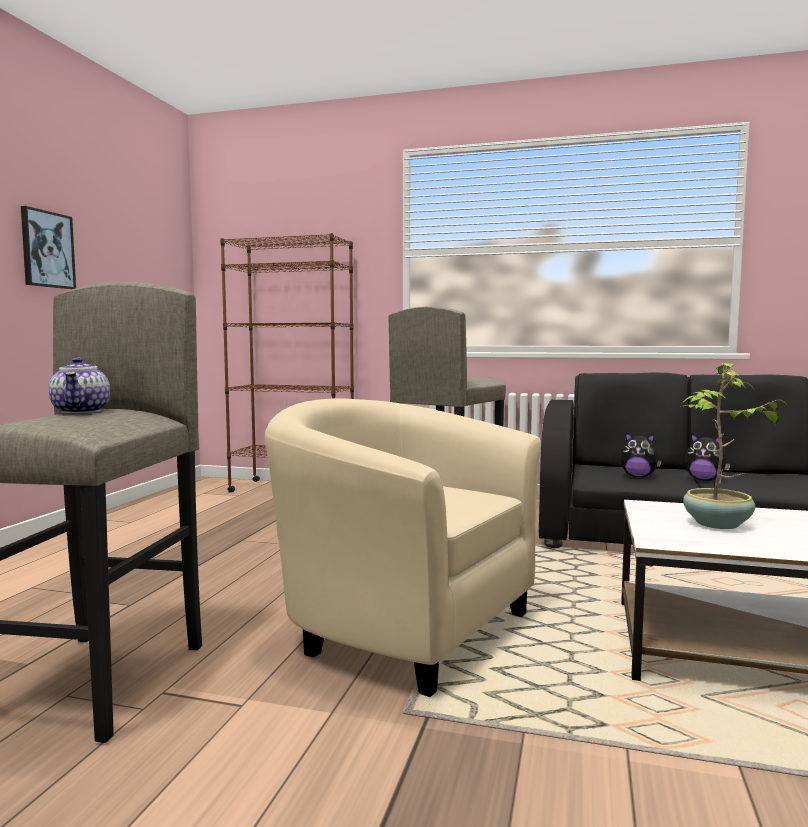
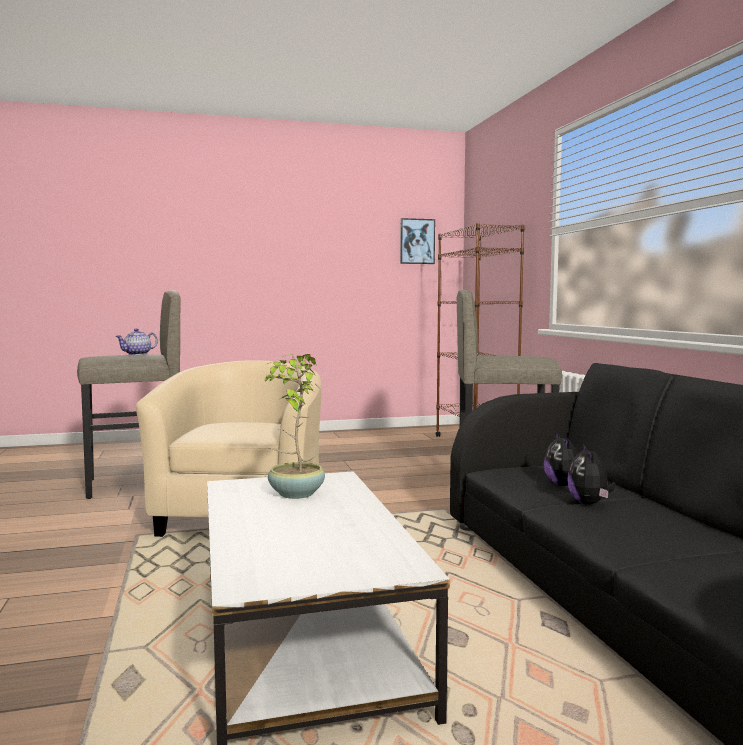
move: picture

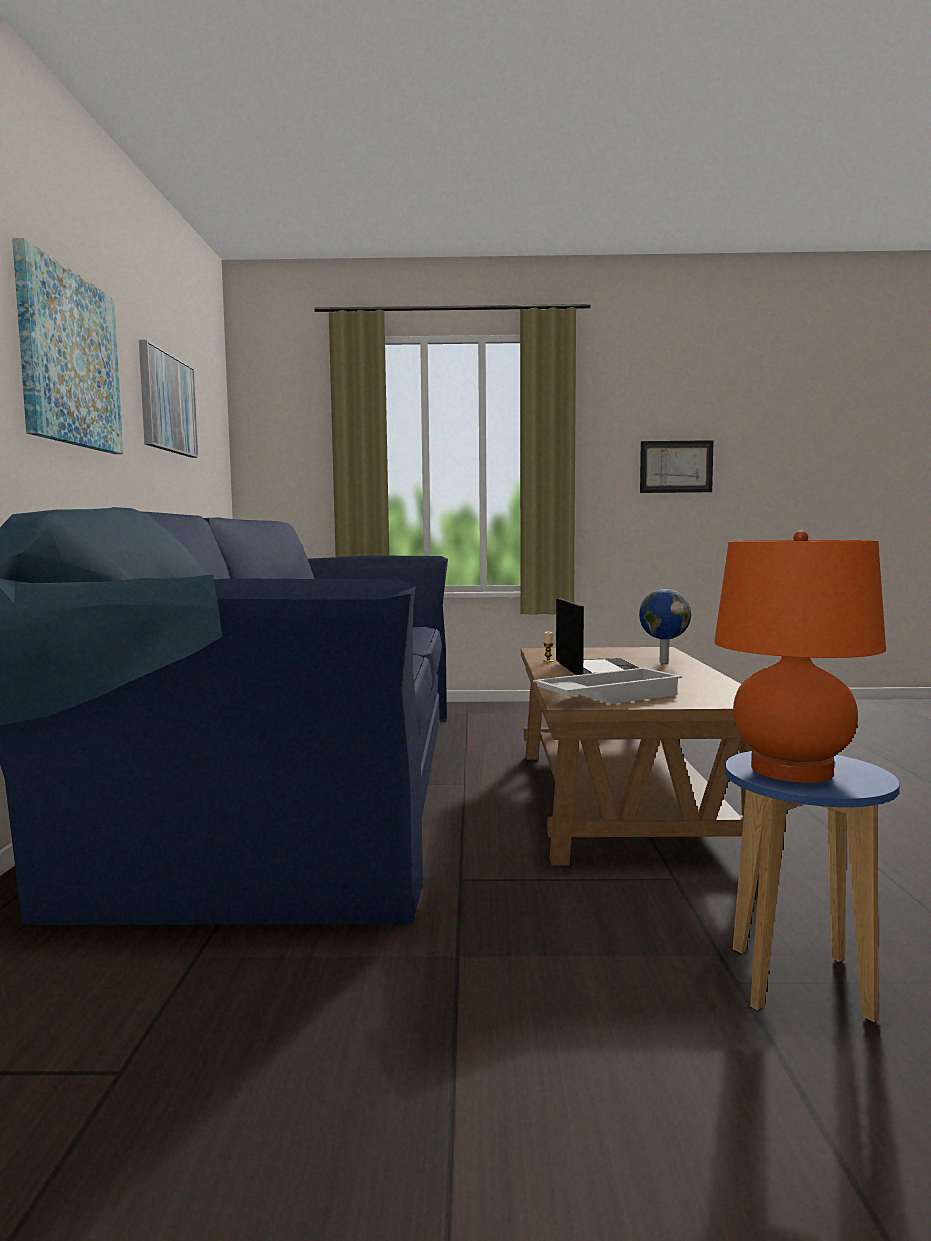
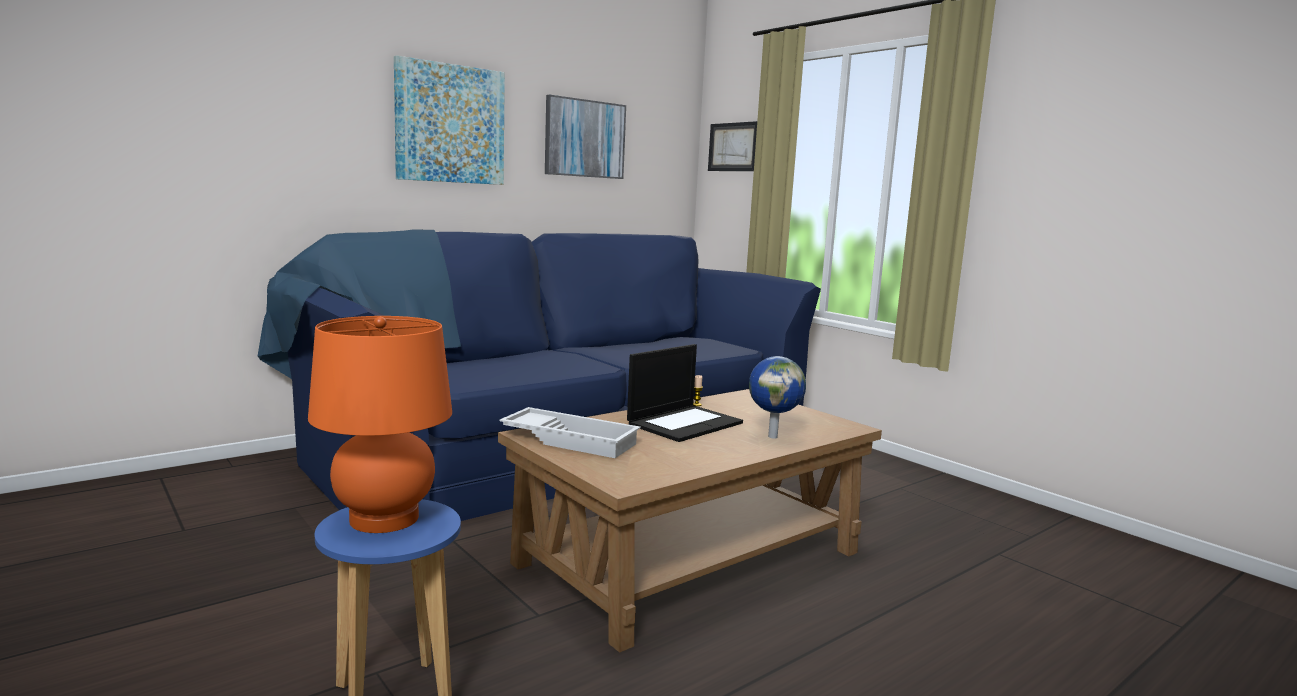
move: picture (3rd from left)

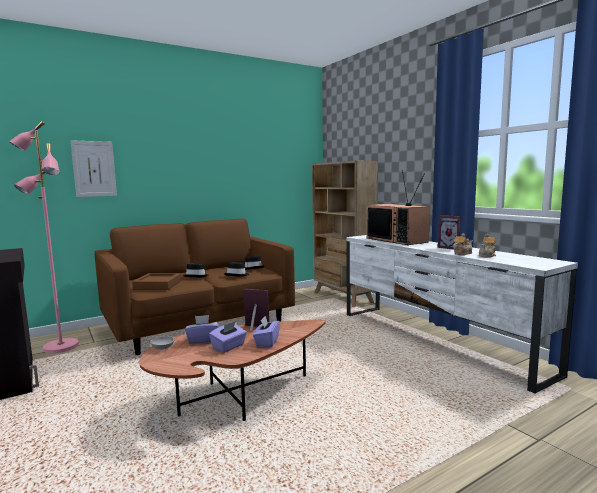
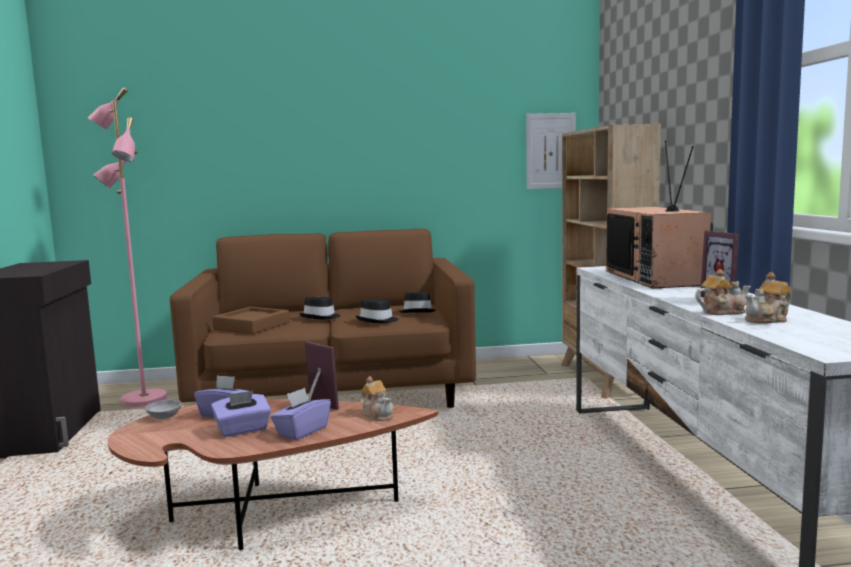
insert: pot for tea (1st from left)
move: picture

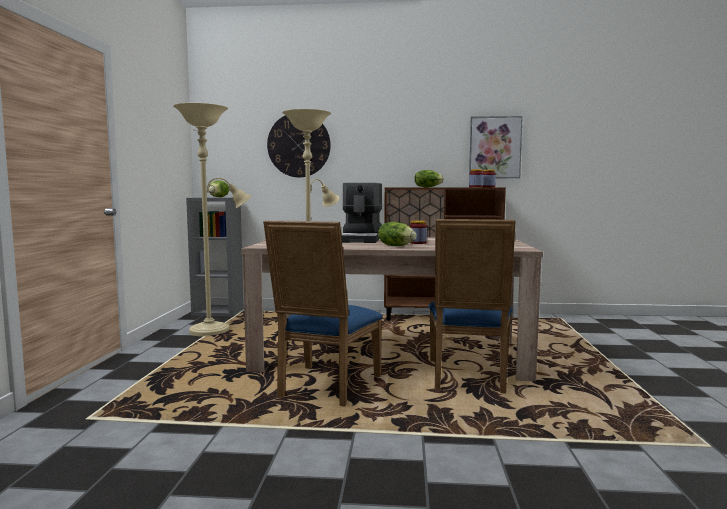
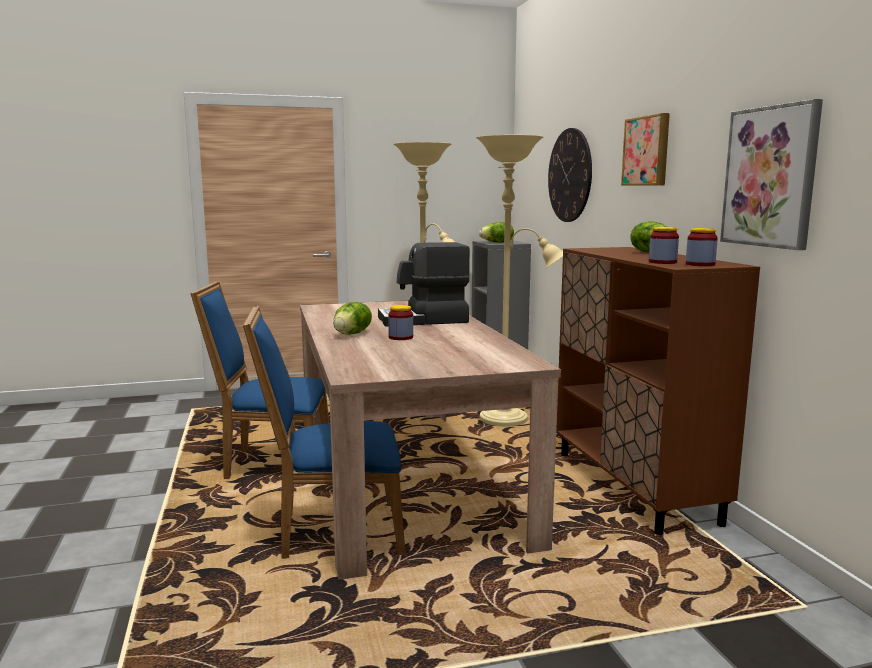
insert: picture (1st from left)

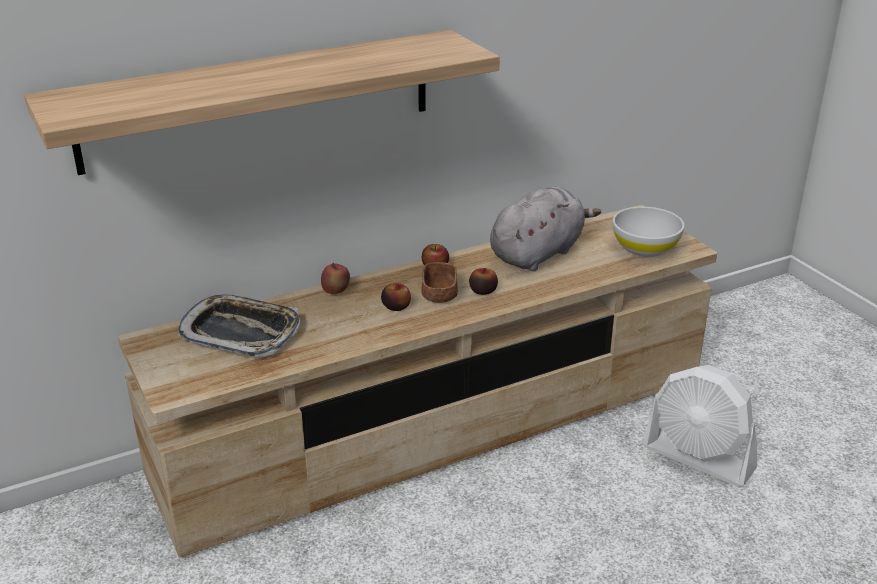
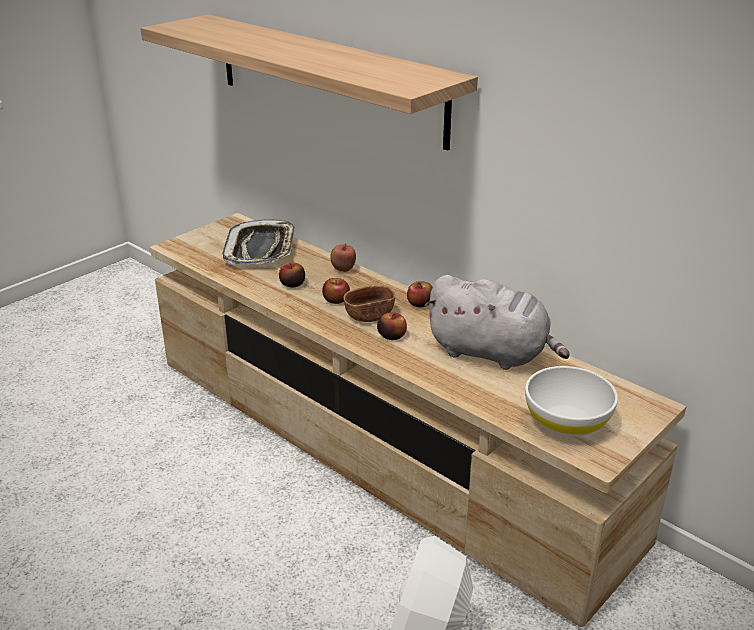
insert: apple (1st from left)

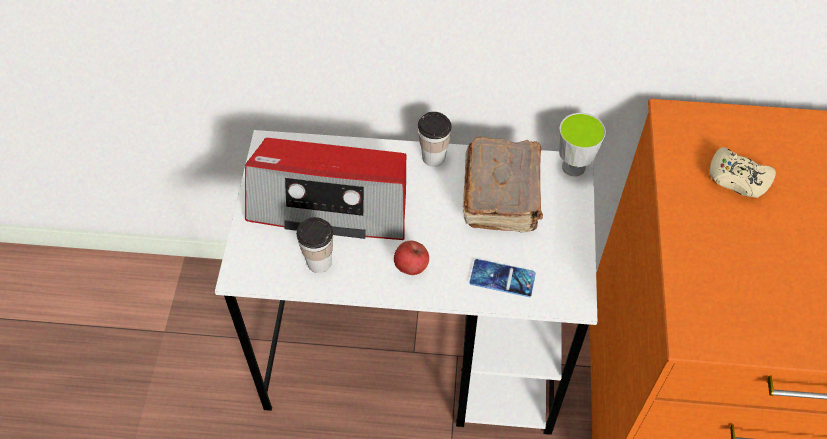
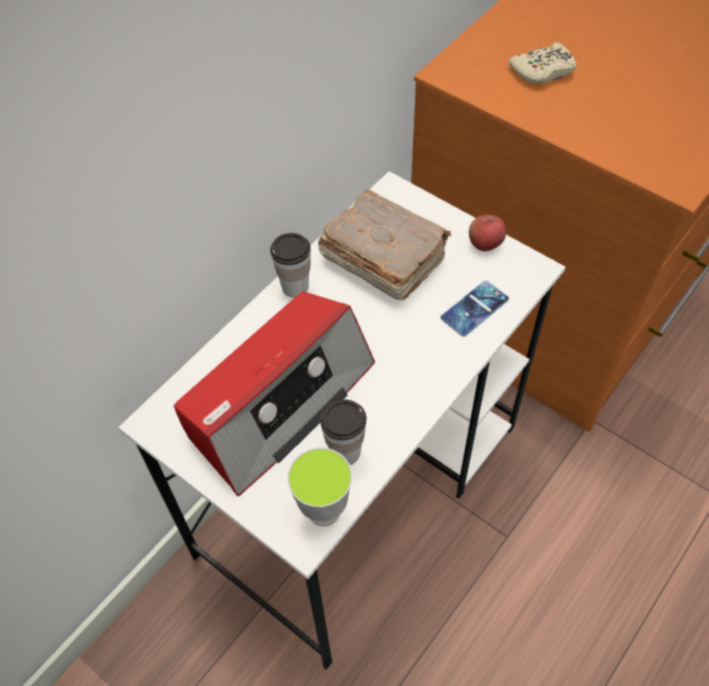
move: apple; cup (3rd from left in the first image) to cup (2nd from left)

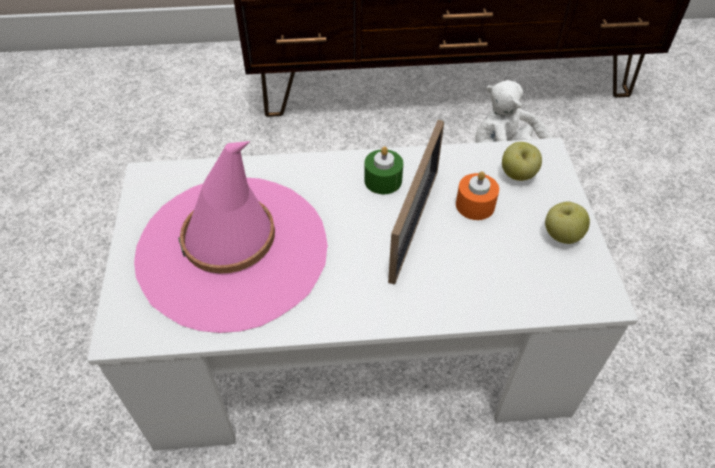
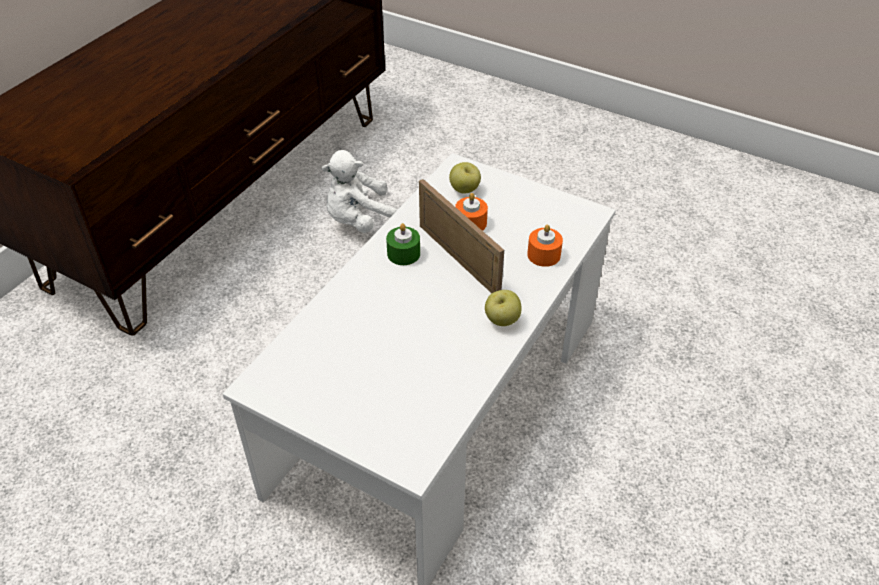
delete: wearable hat/pink-coloured
insert: wax candle/orangey (2nd from left)
move: apple (2nd from left)

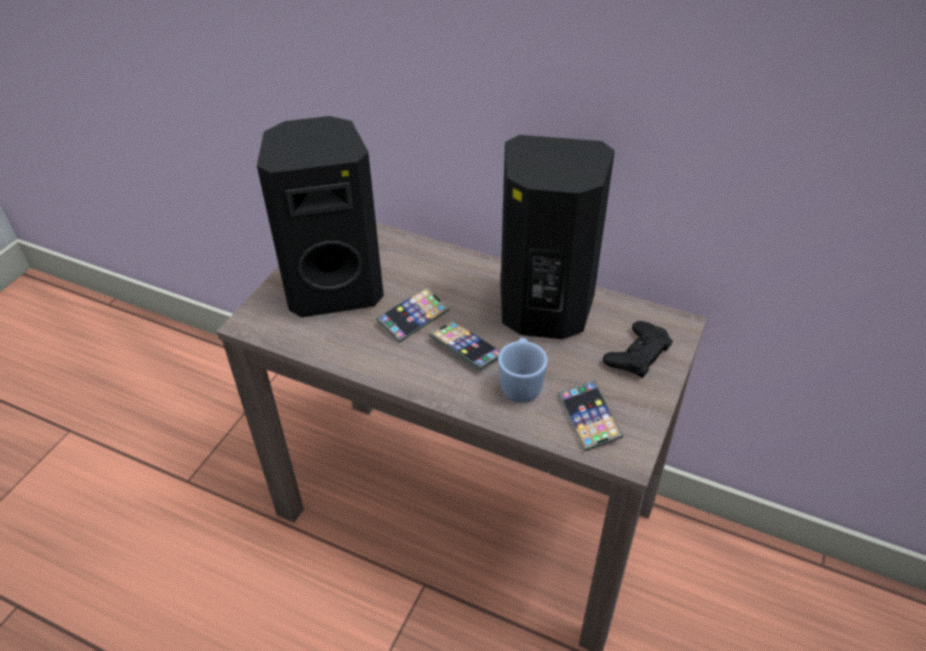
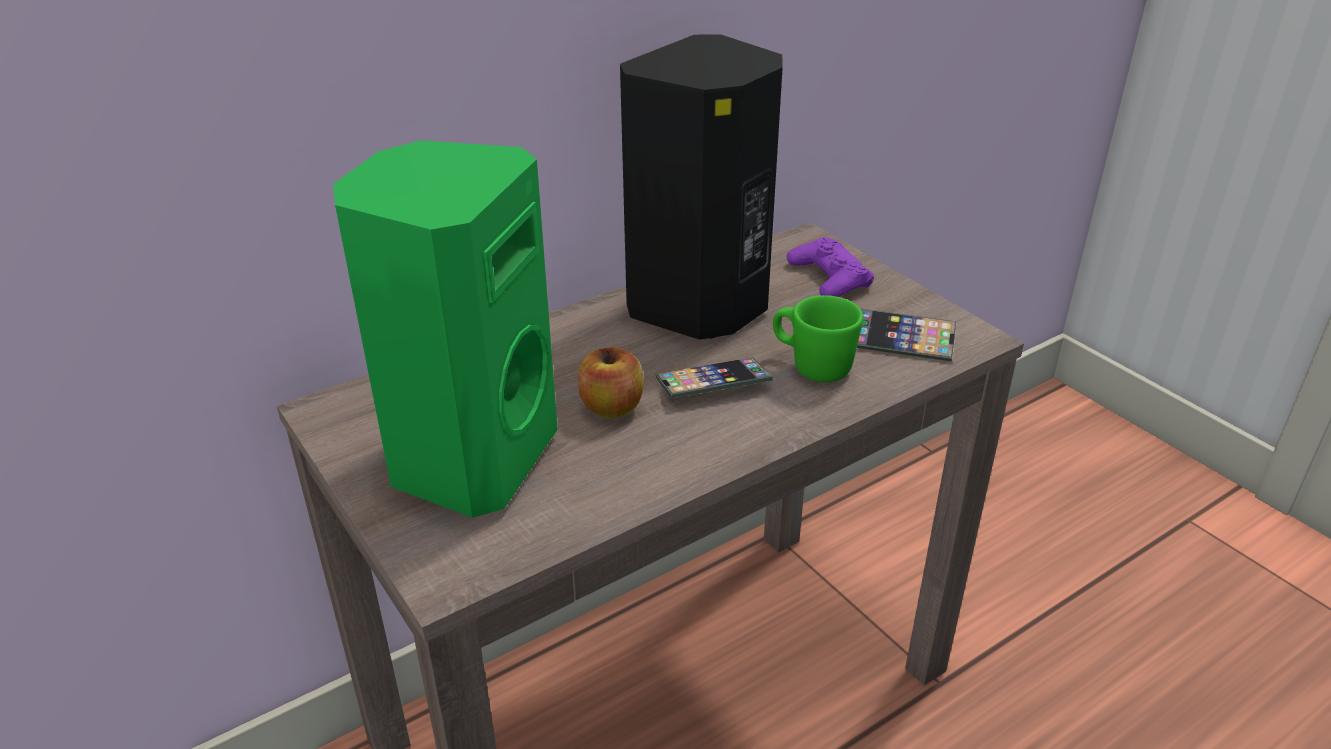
replace: phone (1st from left) to apple
recolor: audio speaker/blackish (1st from left) to audio speaker/green; mug/blue-coloured to mug/green; joypad/blackish to joypad/purplish

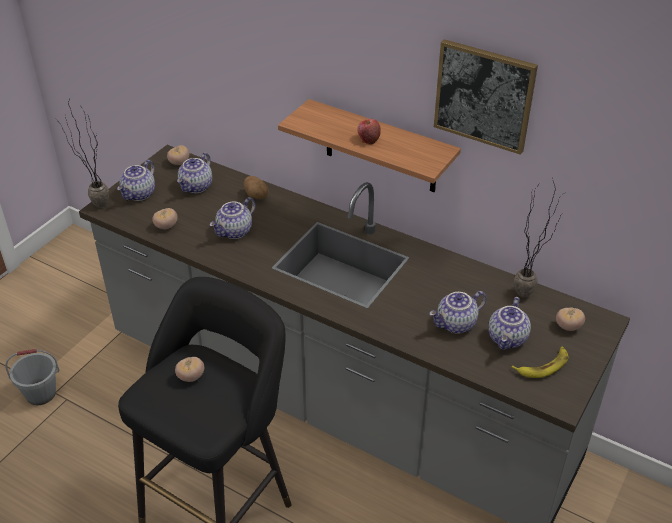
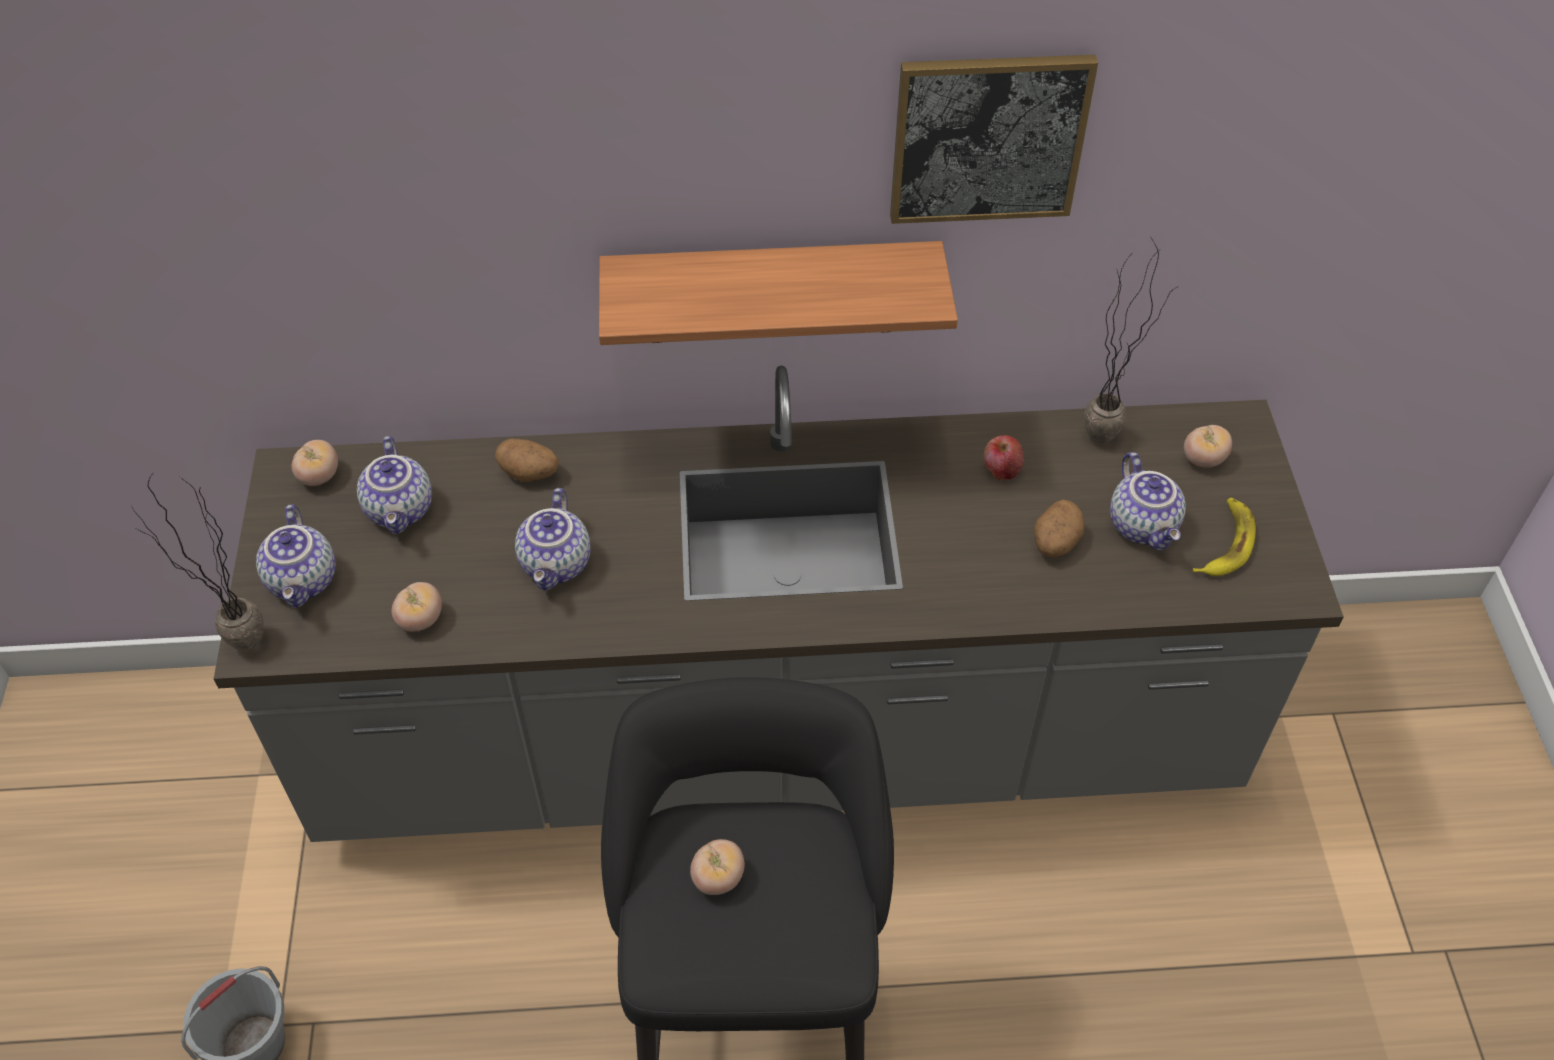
move: apple
replace: pot for tea (4th from left) to potato (2nd from left)

